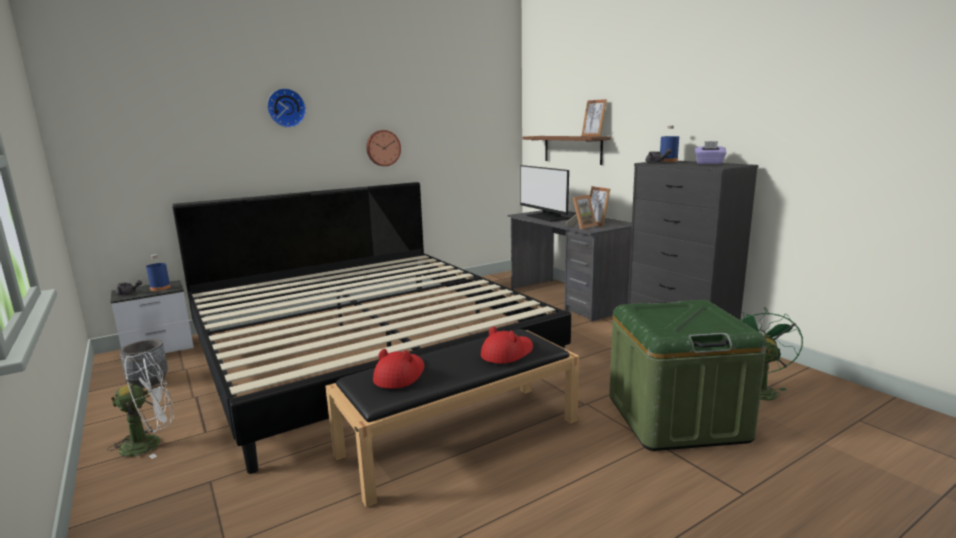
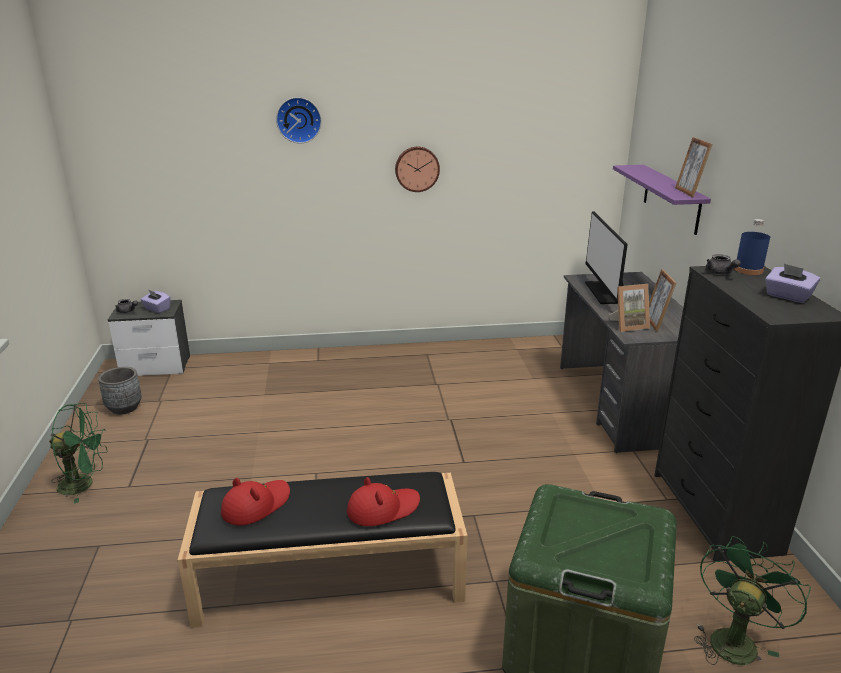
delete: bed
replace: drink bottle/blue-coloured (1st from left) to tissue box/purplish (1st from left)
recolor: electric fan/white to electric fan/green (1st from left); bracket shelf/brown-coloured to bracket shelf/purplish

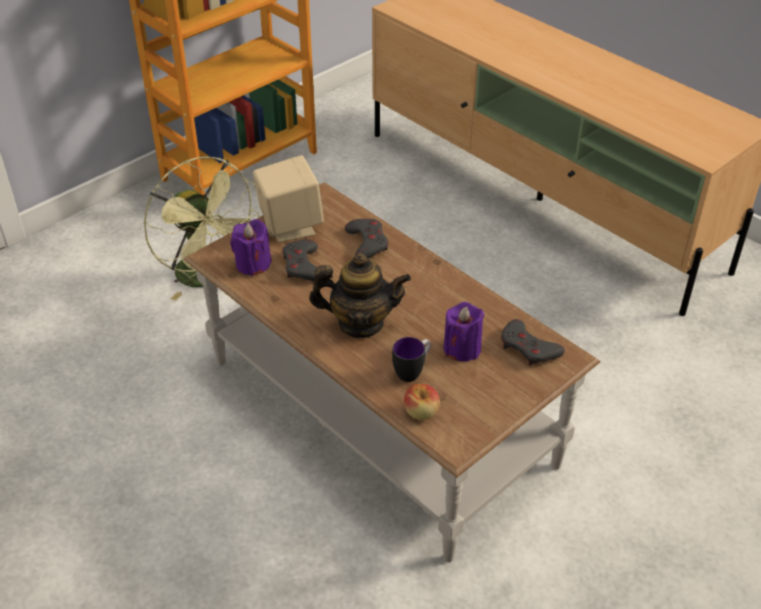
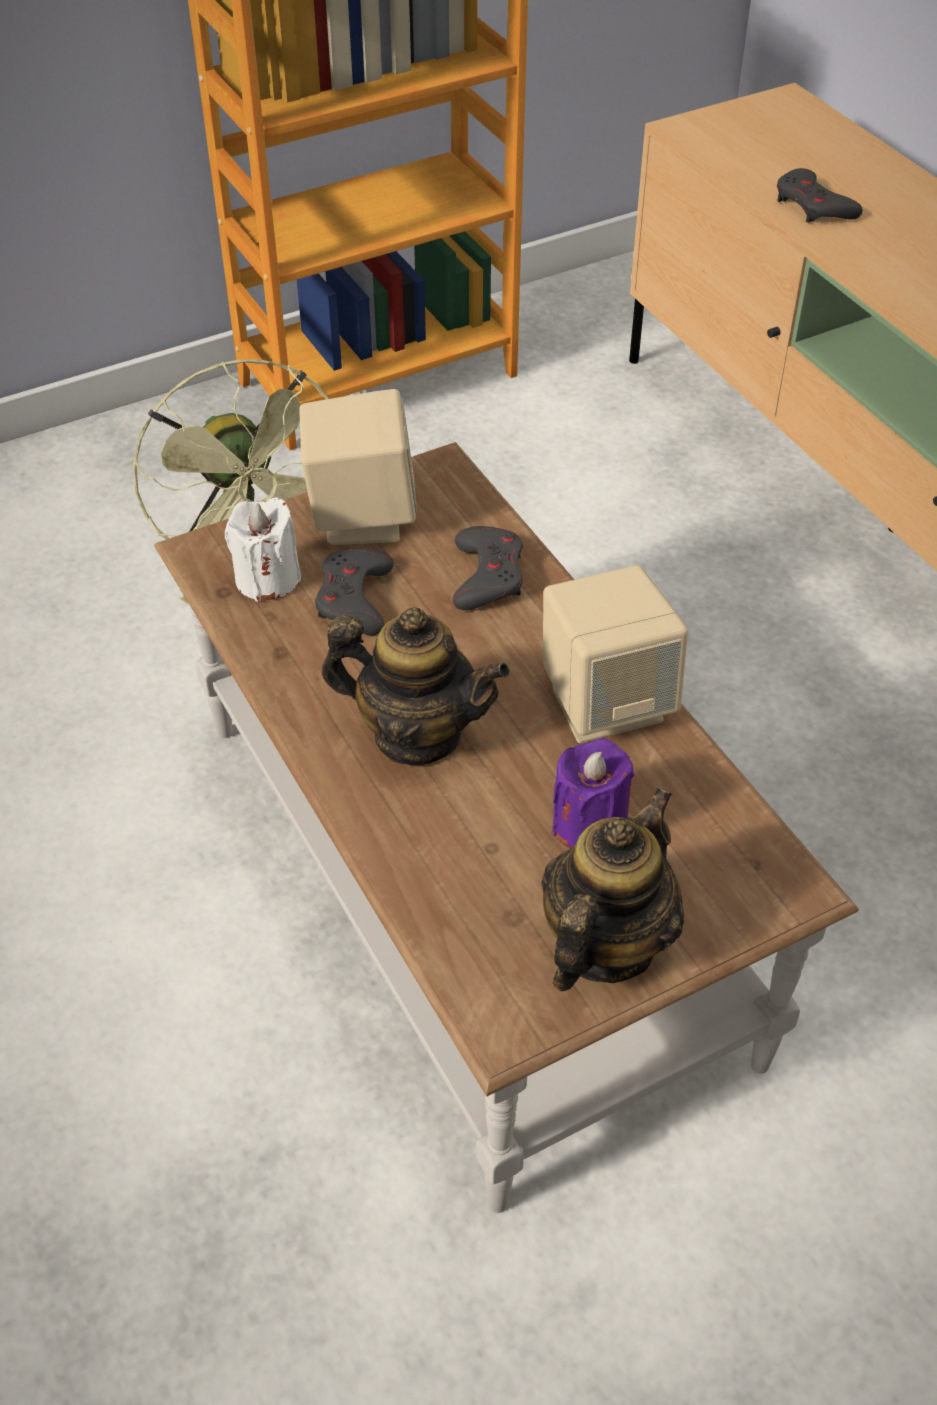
delete: mug; apple
insert: pot for tea (2nd from left); audio speaker/beige-coloured (2nd from left)
move: joypad/greyish (3rd from left)
recolor: wax candle/purplish (1st from left) to wax candle/white

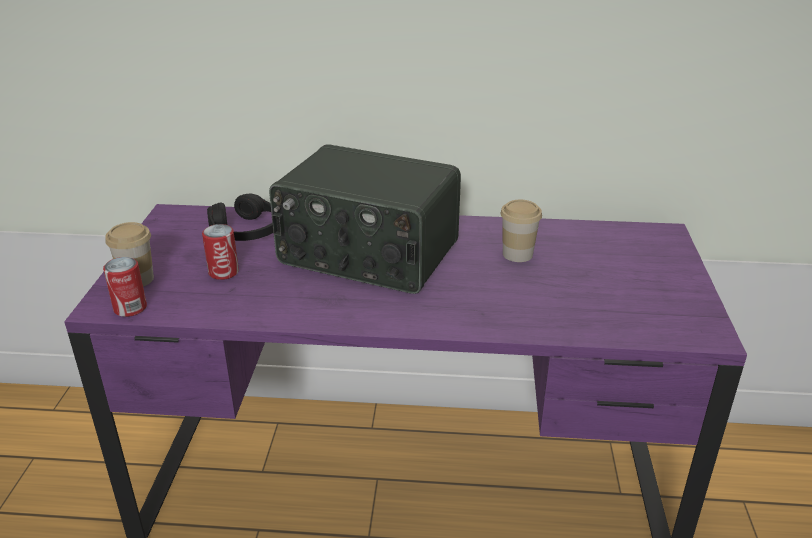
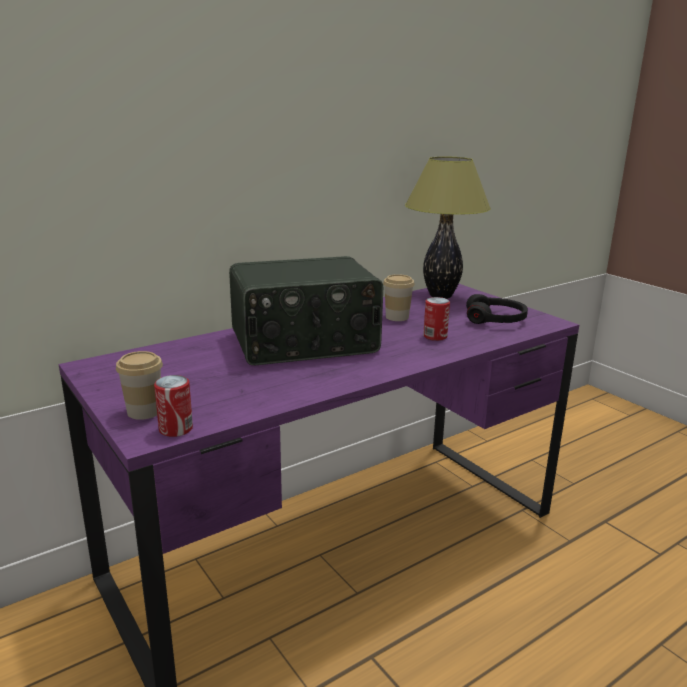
insert: table lamp
move: sealed can (2nd from left); headphones/blackish

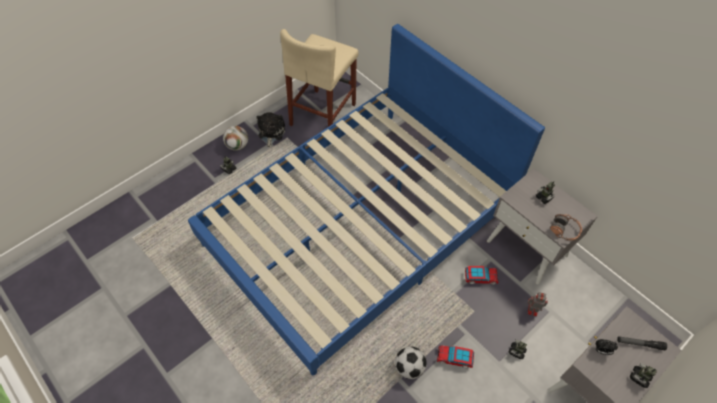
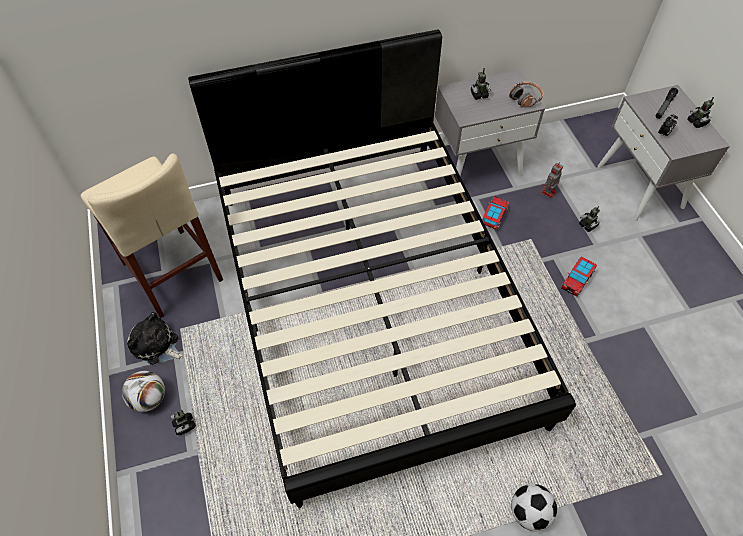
move: ball for football (2nd from left)
recolor: bed/blue-coloured to bed/blackish

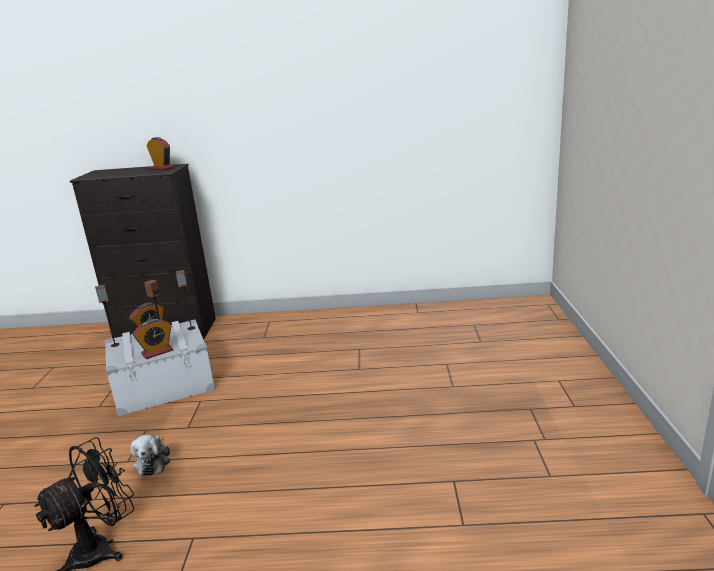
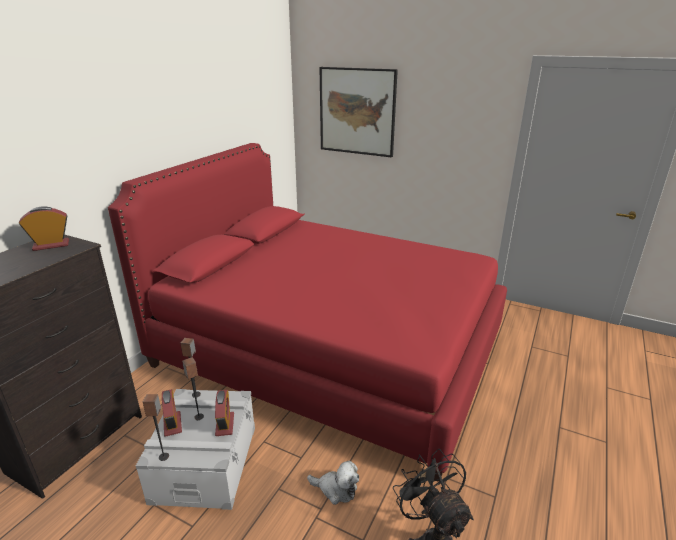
insert: bed/red; picture

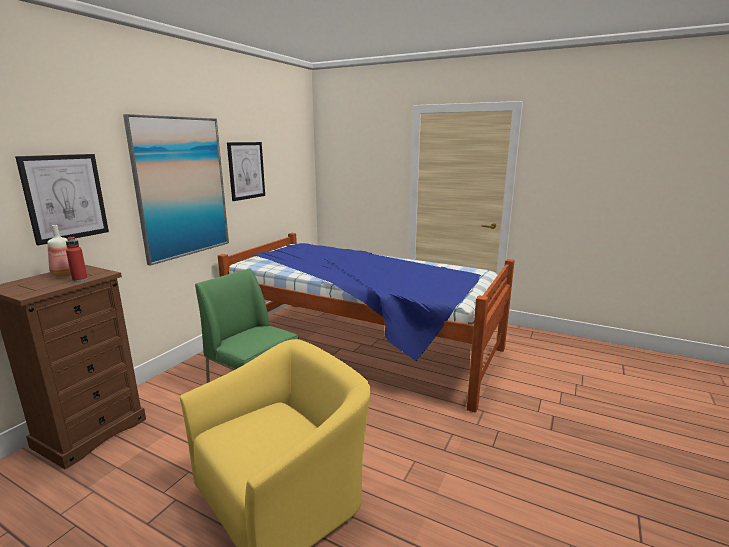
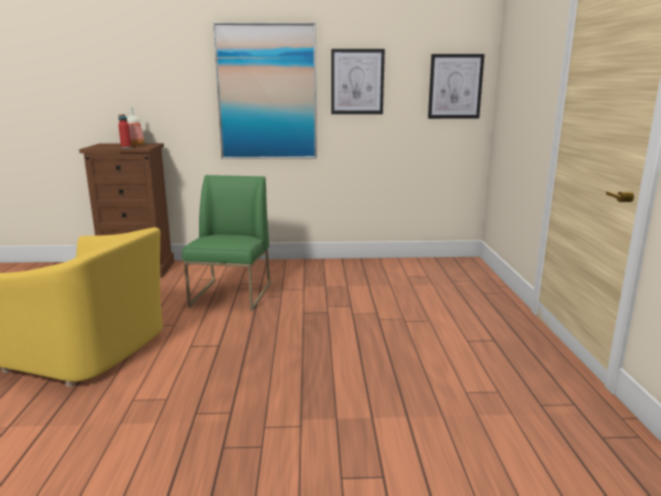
delete: bed
move: picture (1st from left in the first image) to picture (3rd from left)

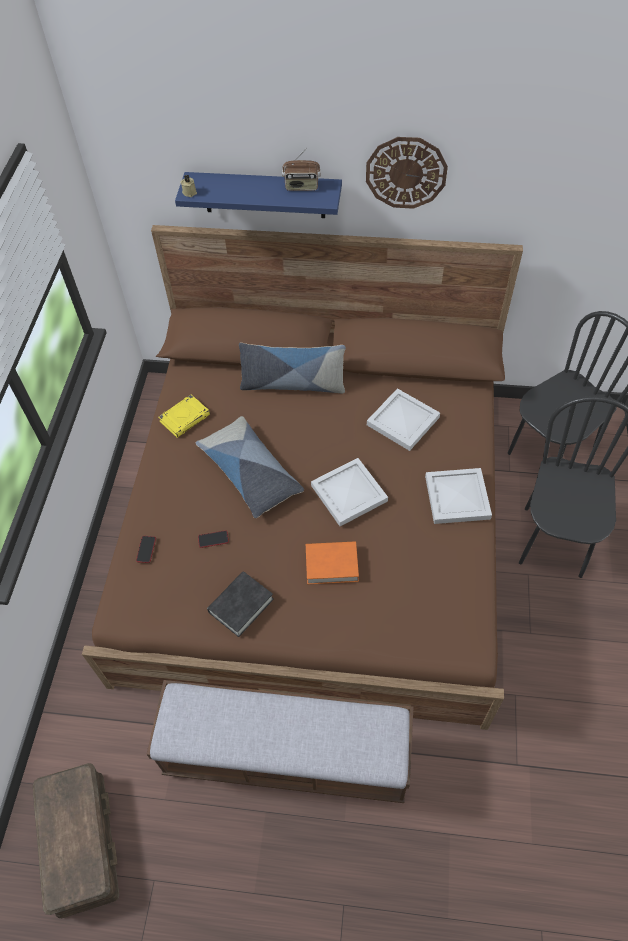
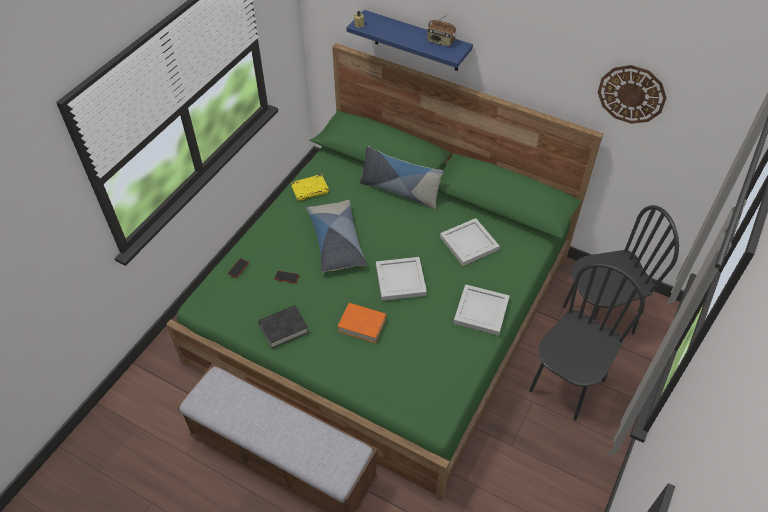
delete: storage bin/brown-coloured
move: wall clock
recolor: bed/brown-coloured to bed/green

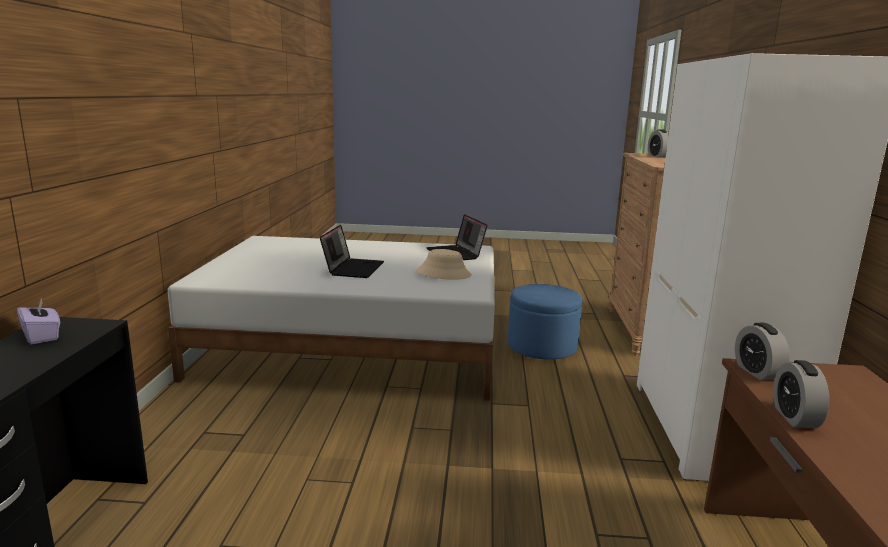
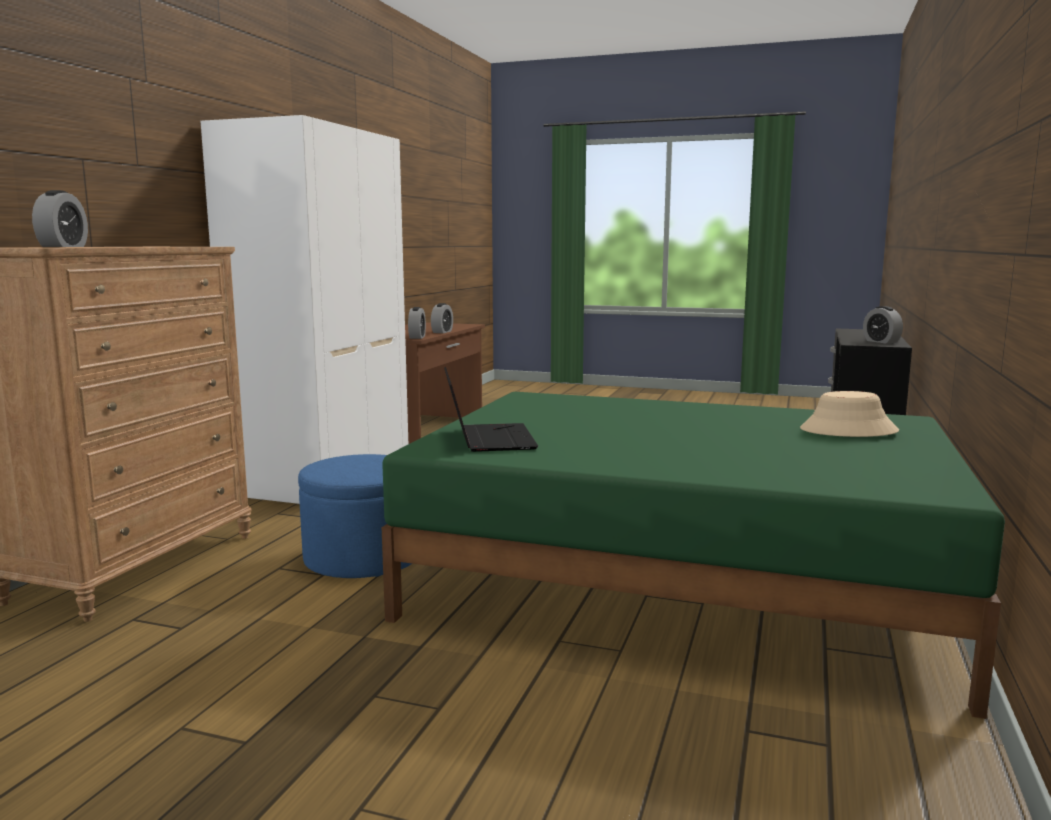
delete: portable computer (1st from left)
move: wearable hat/beige-coloured
replace: tissue box/purplish to alarm clock (4th from left)
recolor: bed/white to bed/green

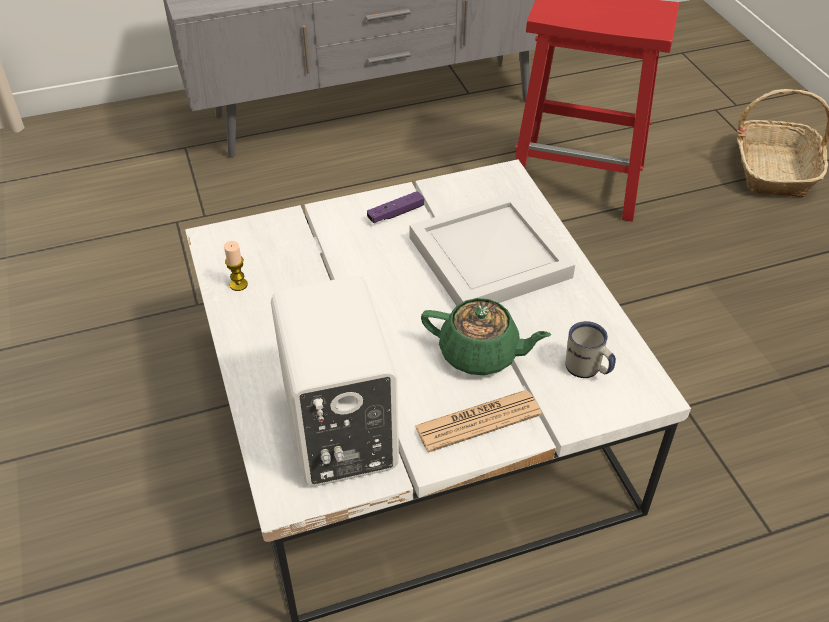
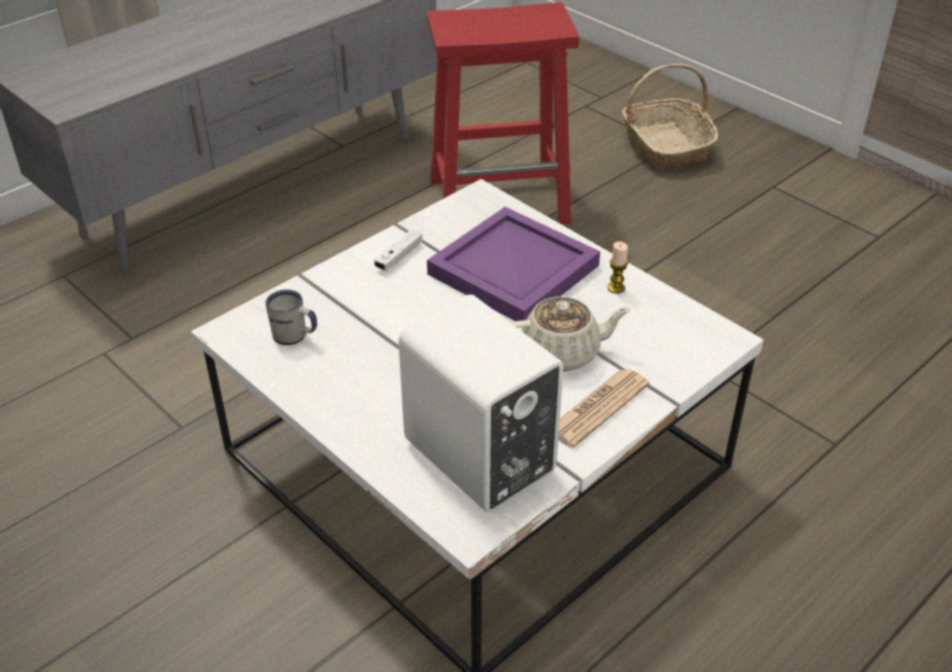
move: wax candle; mug/white
recolor: joypad/purplish to joypad/white; tray/white to tray/purplish; pot for tea/green to pot for tea/beige-coloured

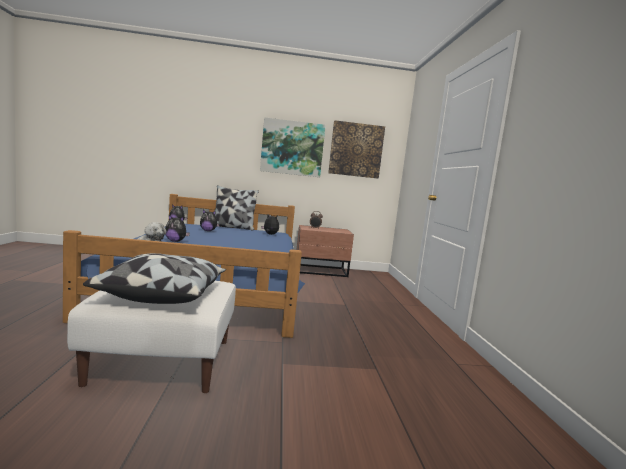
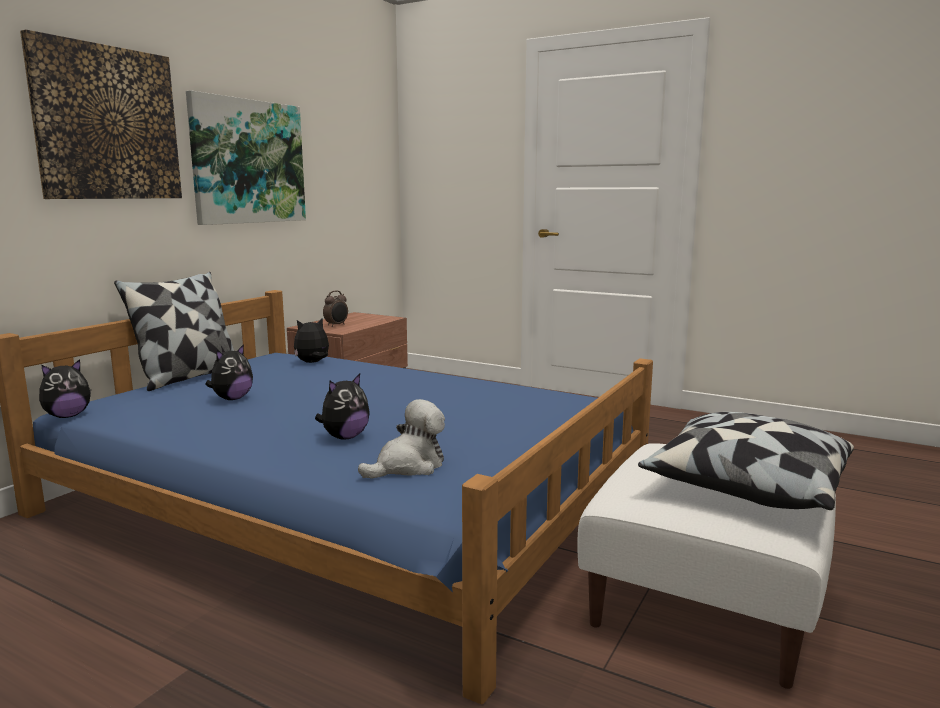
move: picture (2nd from left in the first image) to picture (1st from left)

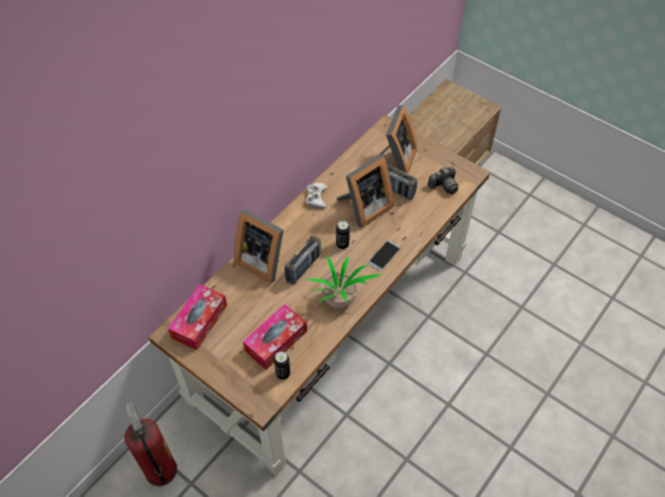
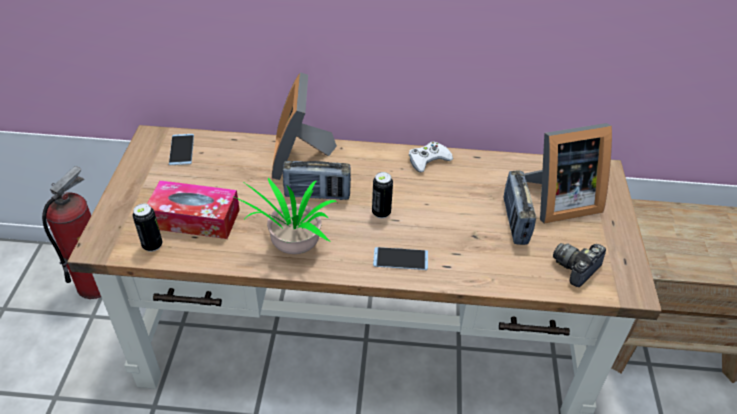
delete: photo frame (2nd from left)
replace: tissue box (1st from left) to phone (1st from left)
rotate: photo camera 105 degrees clockwise

